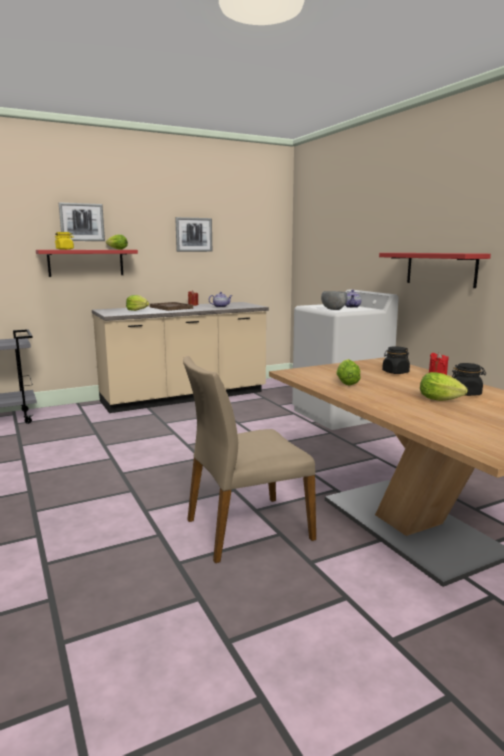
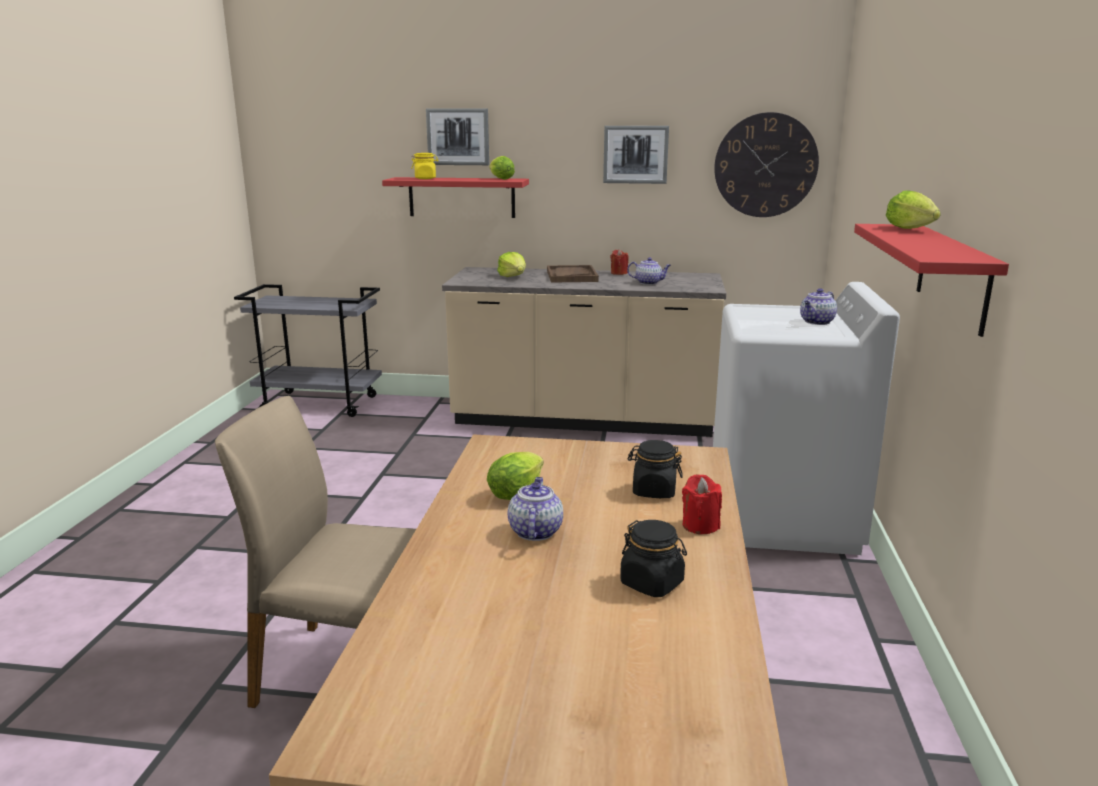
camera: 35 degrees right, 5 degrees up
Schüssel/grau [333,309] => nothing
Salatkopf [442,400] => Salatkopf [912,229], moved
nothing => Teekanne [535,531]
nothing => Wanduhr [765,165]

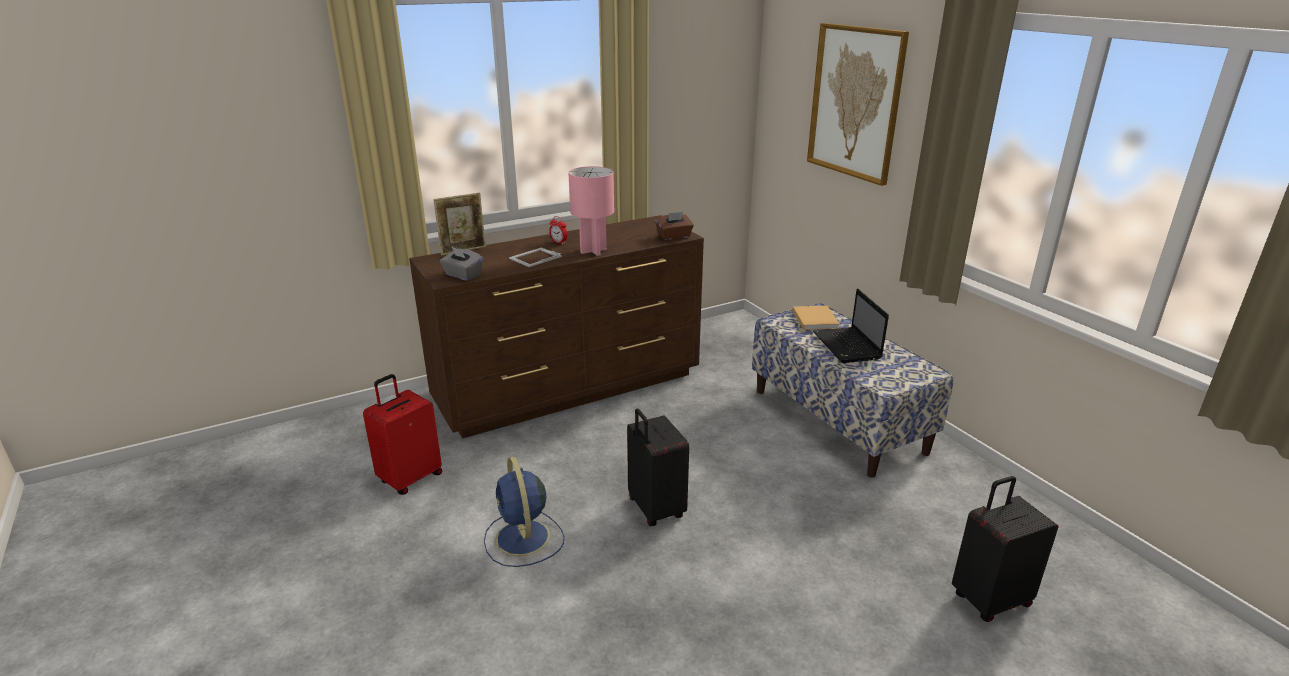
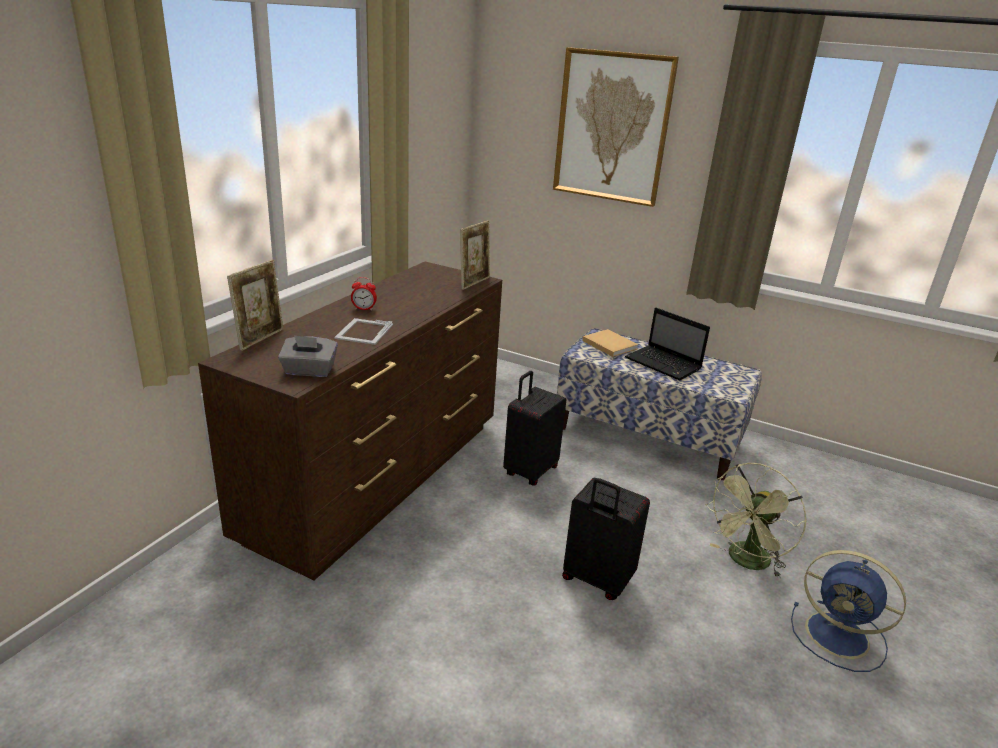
camera: 35 degrees left, 0 degrees up
Koffer/rot [410,478] => nothing
Ventilator/blau [523,539] => Ventilator/blau [840,636], moved
Tischlampe/rosa [593,251] => nothing
Taschentuchbox/braun [674,237] => Bilderrahmen [474,283]
Koffer/schwarz [989,599] => Koffer/schwarz [529,471], moved
nothing => Ventilator/grün [745,562]

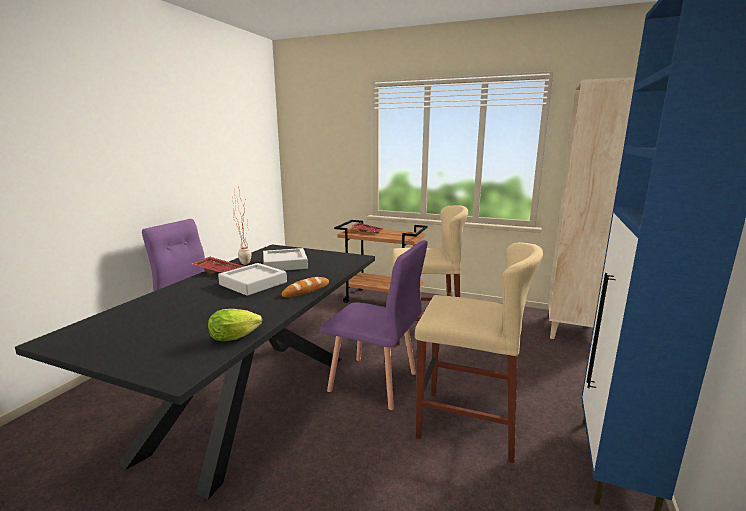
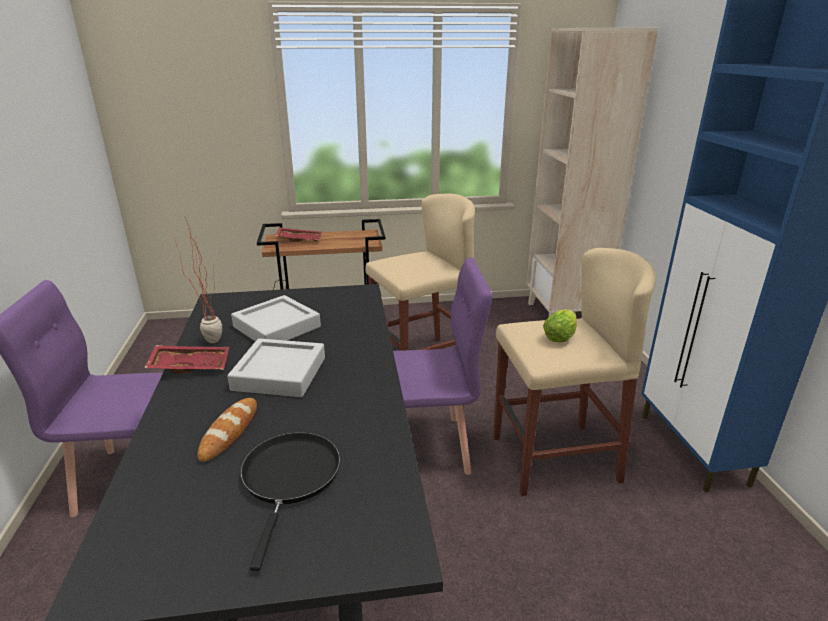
camera: 30 degrees left, 10 degrees up
Salatkopf [237,337] => Salatkopf [561,336], moved
Brot [306,290] => Brot [229,432], moved
nothing => Pfanne/schwarz [290,479]

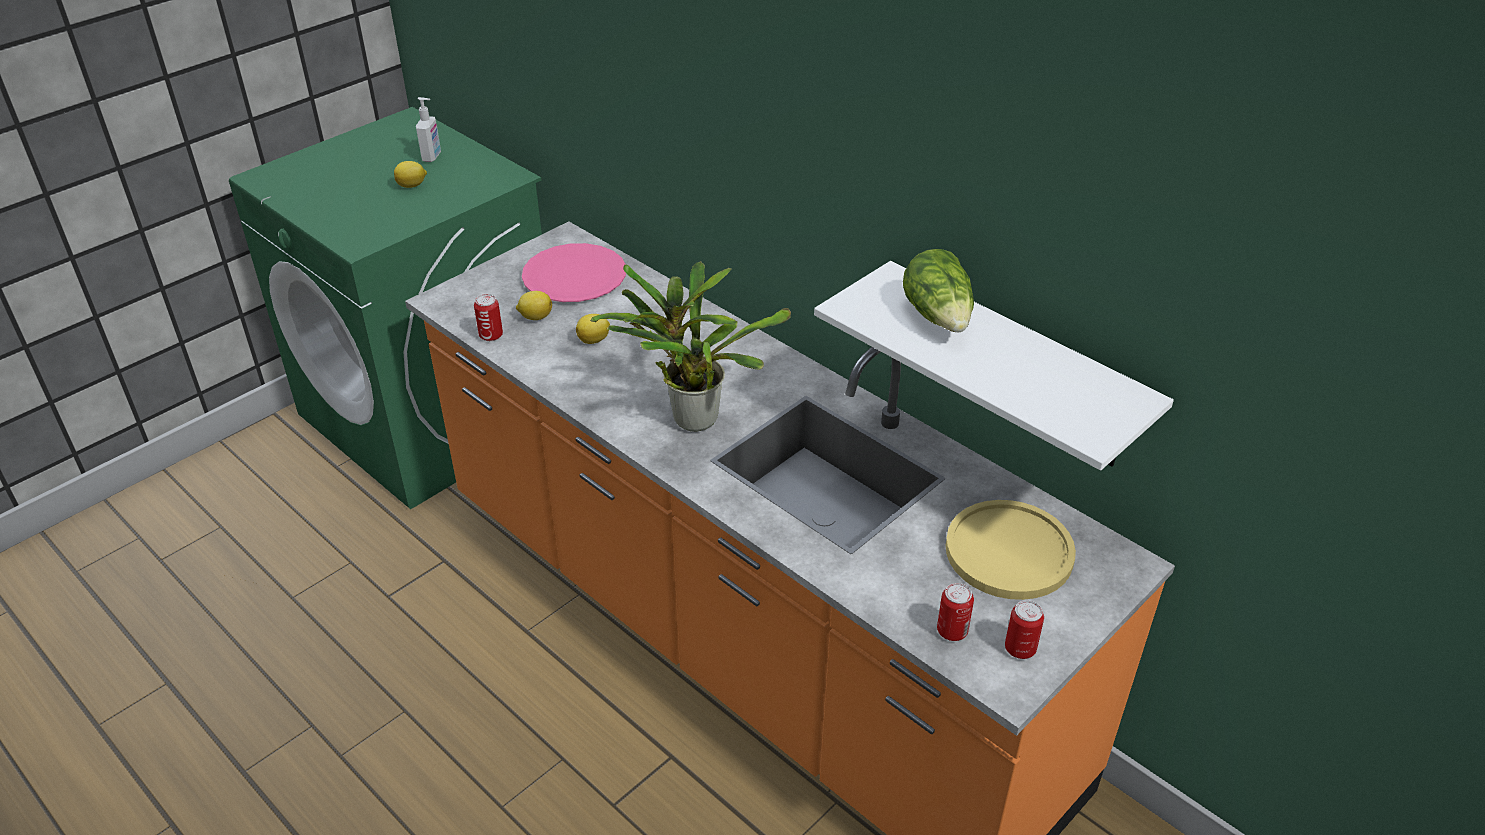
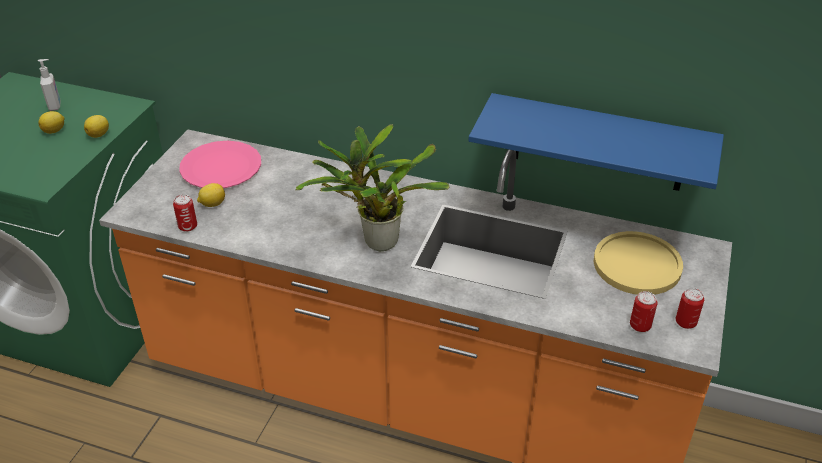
camera: 25 degrees left, 0 degrees up
Zitrone [594,340] => Zitrone [99,134], moved
Wandregal/weiß [1014,367] => Wandregal/blau [598,143]
Salatkopf [939,317] => nothing

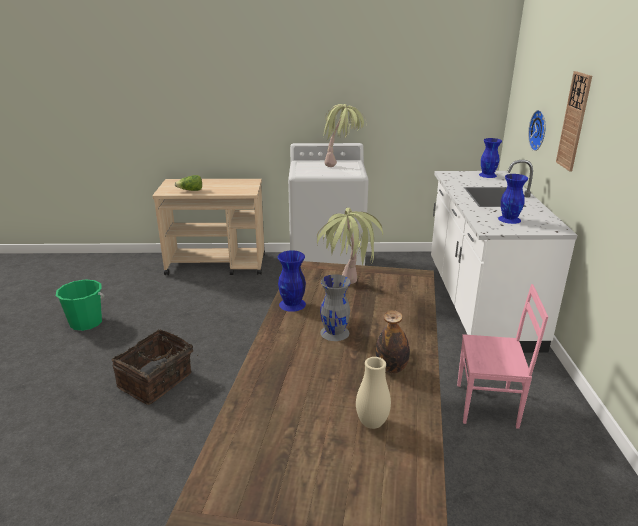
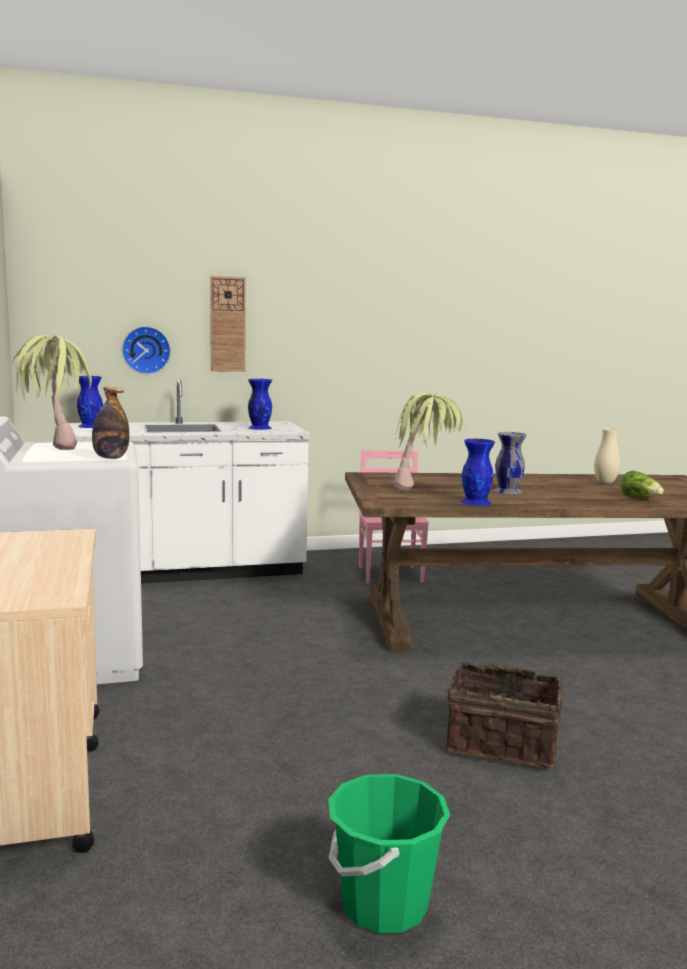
camera: 105 degrees left, 15 degrees down
Salatkopf [190,190] => Salatkopf [640,498], moved
Flasche [391,368] => Flasche [111,458], moved

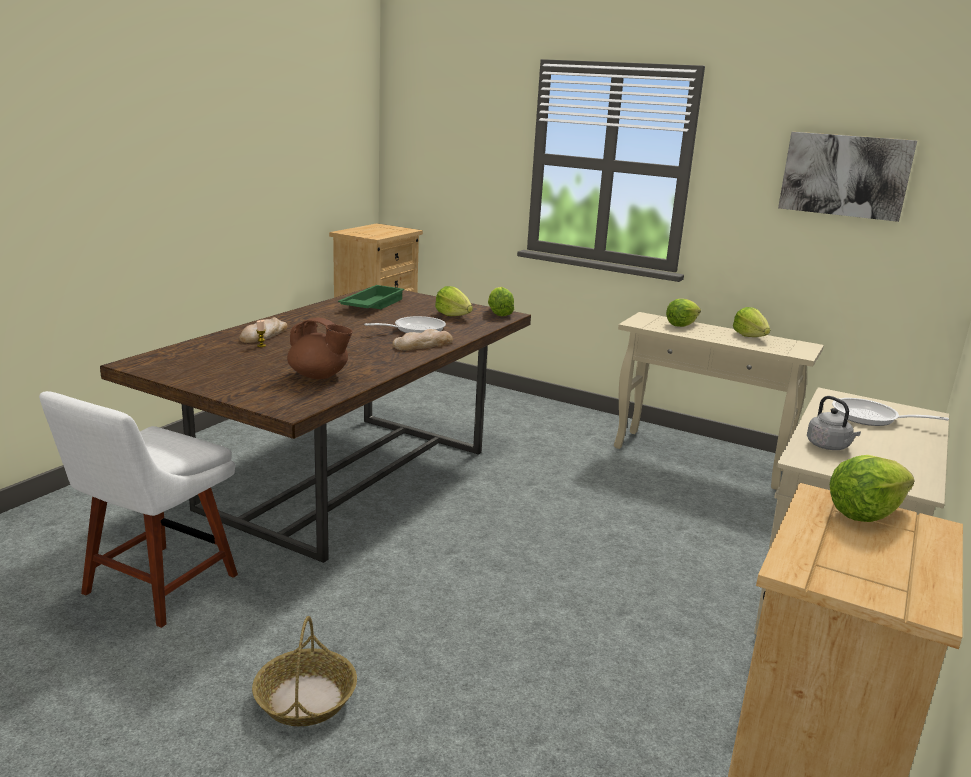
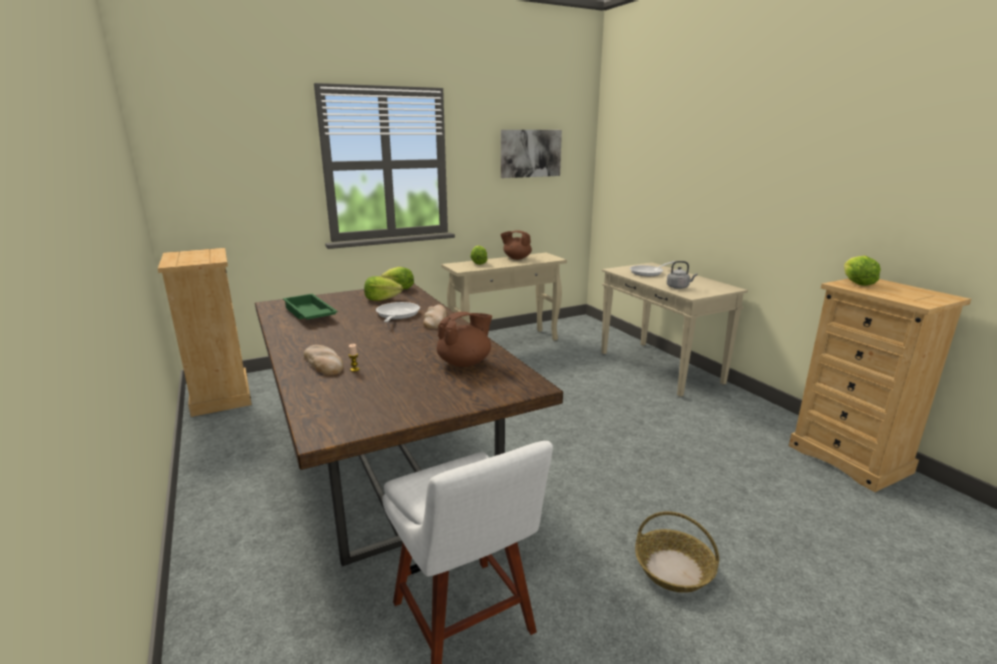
camera: 55 degrees left, 0 degrees up
Salatkopf [750,336] => Teekanne/braun [516,258]

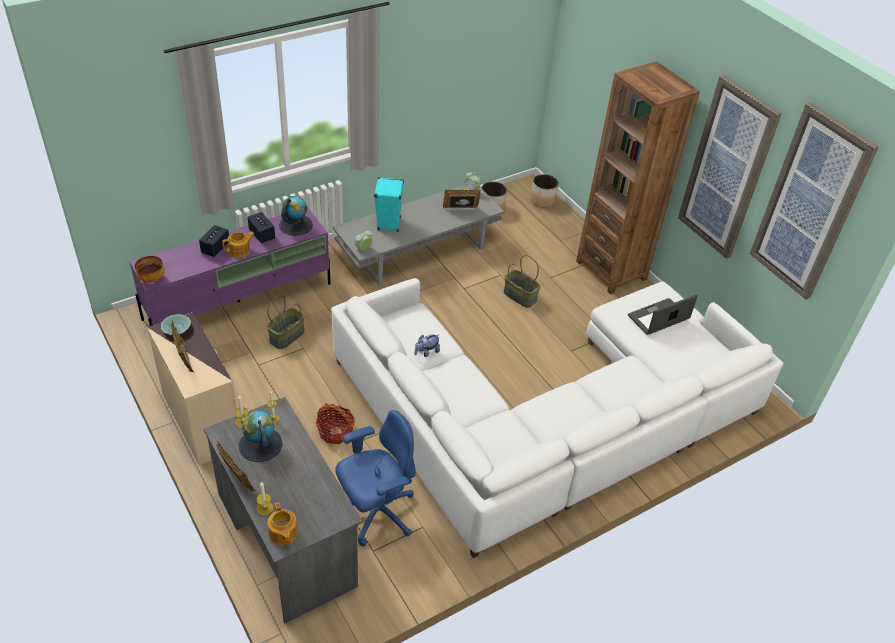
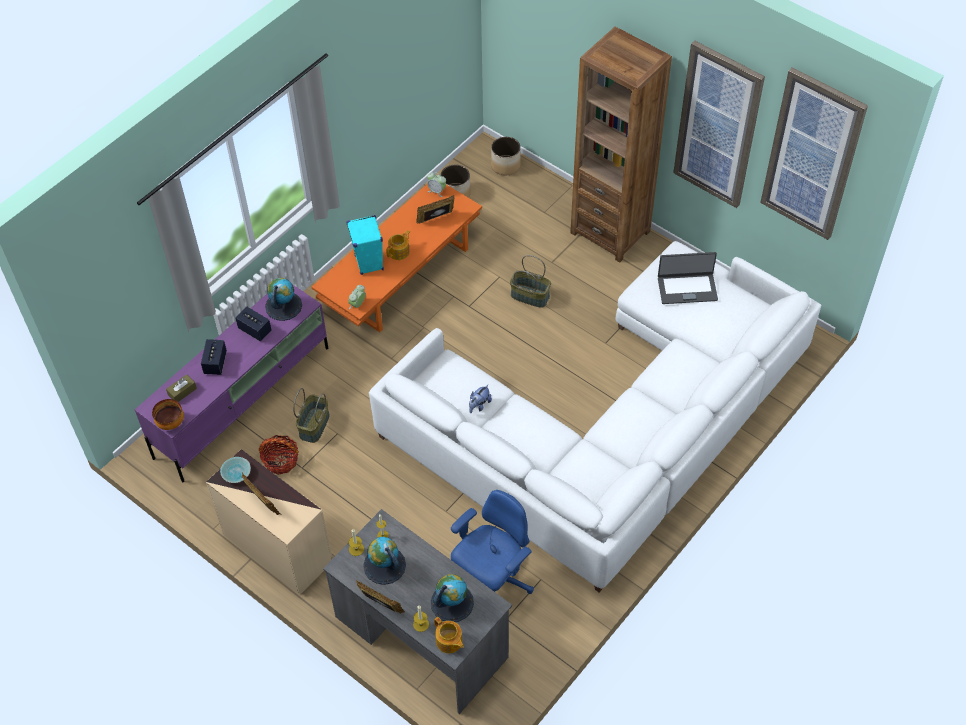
camera: 15 degrees left, 10 degrees up
Teekanne [240,251] => Teekanne [399,252], moved
Korb [335,431] => Korb [280,460], moved
Couchtisch/grau [418,250] => Couchtisch/orange [401,275]
Laptop [659,318] => Laptop [687,288], 135 degrees counterclockwise
nothing => Taschentuchbox/braun [182,392]
nothing => Globus [452,602]

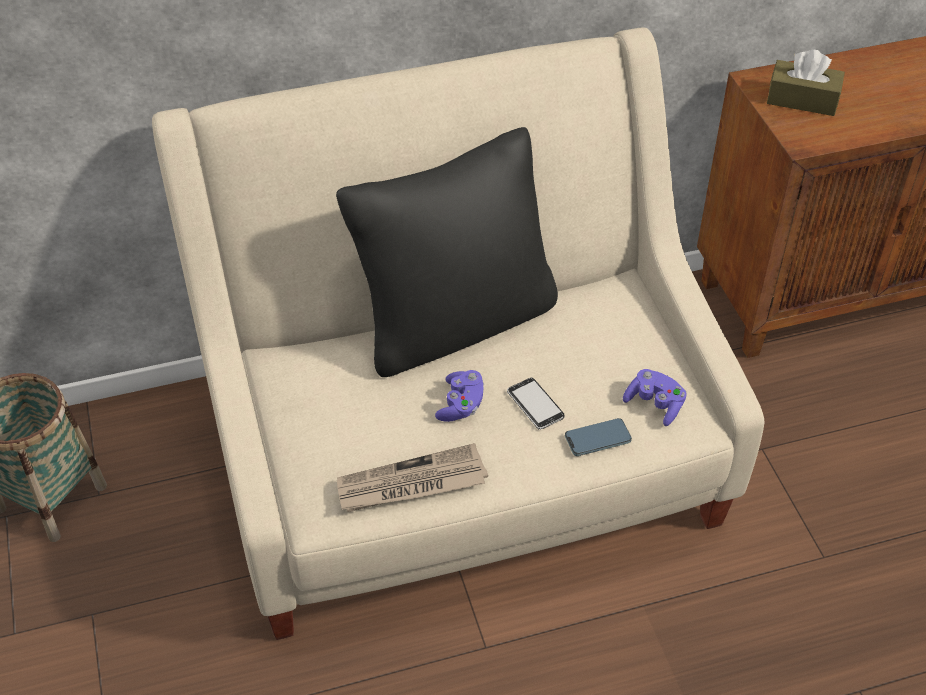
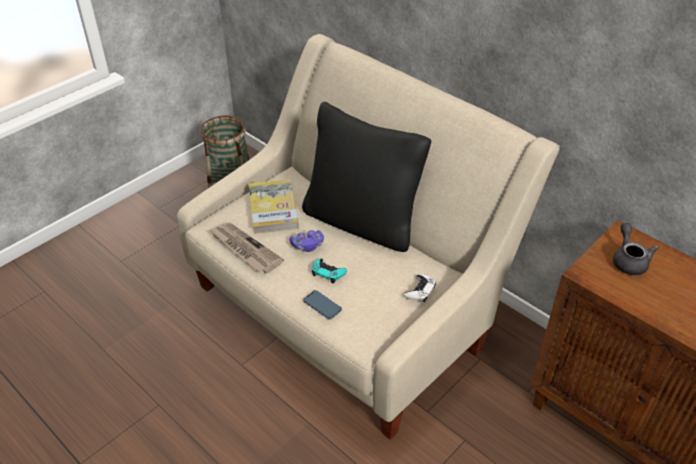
camera: 60 degrees right, 5 degrees down
Handy [535,405] => Gamepad/türkis [328,273]
Gamepad/lila [655,404] => nothing
Taschentuchbox/braun [802,99] => Teekanne/grau [628,260]
nothing => Buch [273,209]
nothing => Gamepad/weiß [420,291]

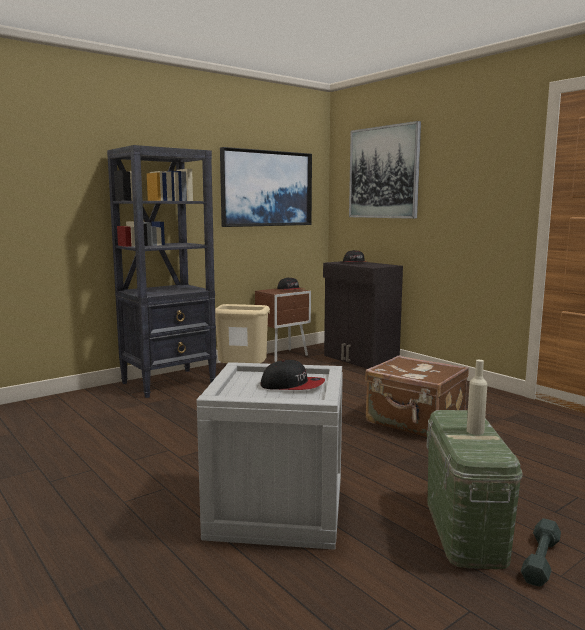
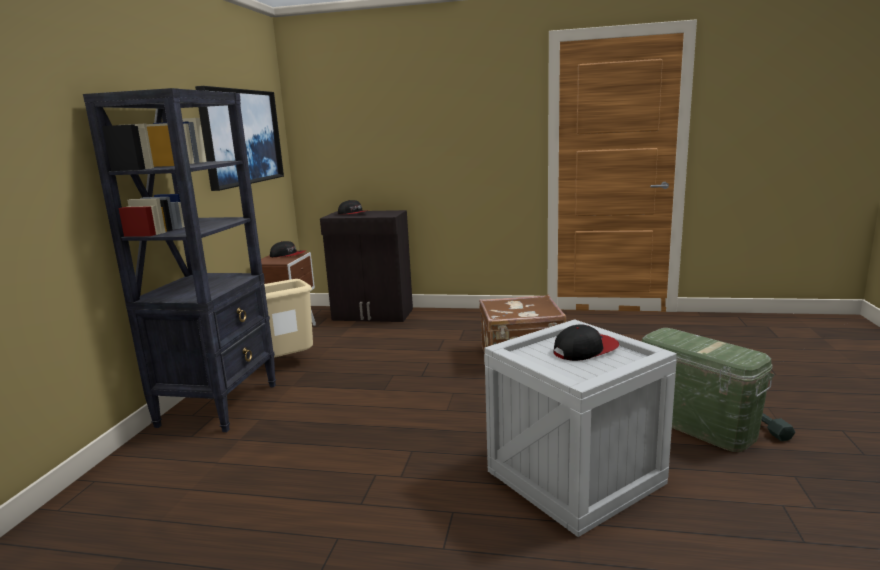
camera: 40 degrees left, 5 degrees up
Bild [383,172] => nothing
Flasche/beige [475,431] => nothing

